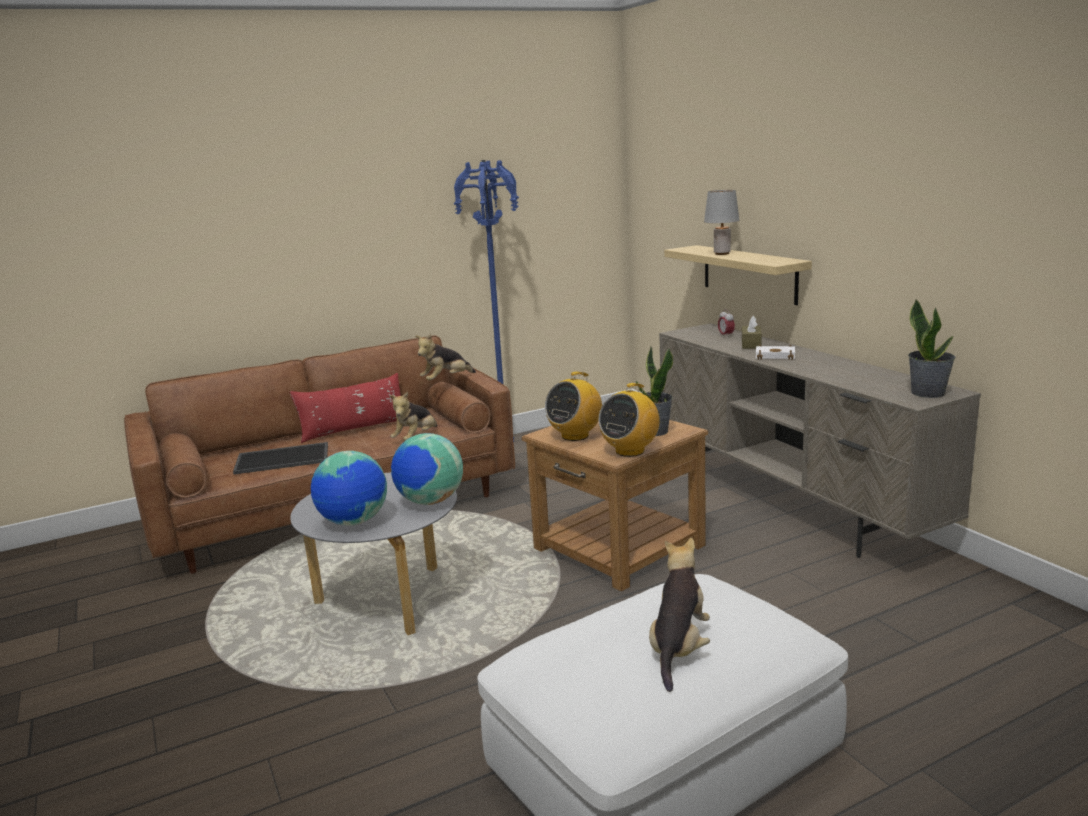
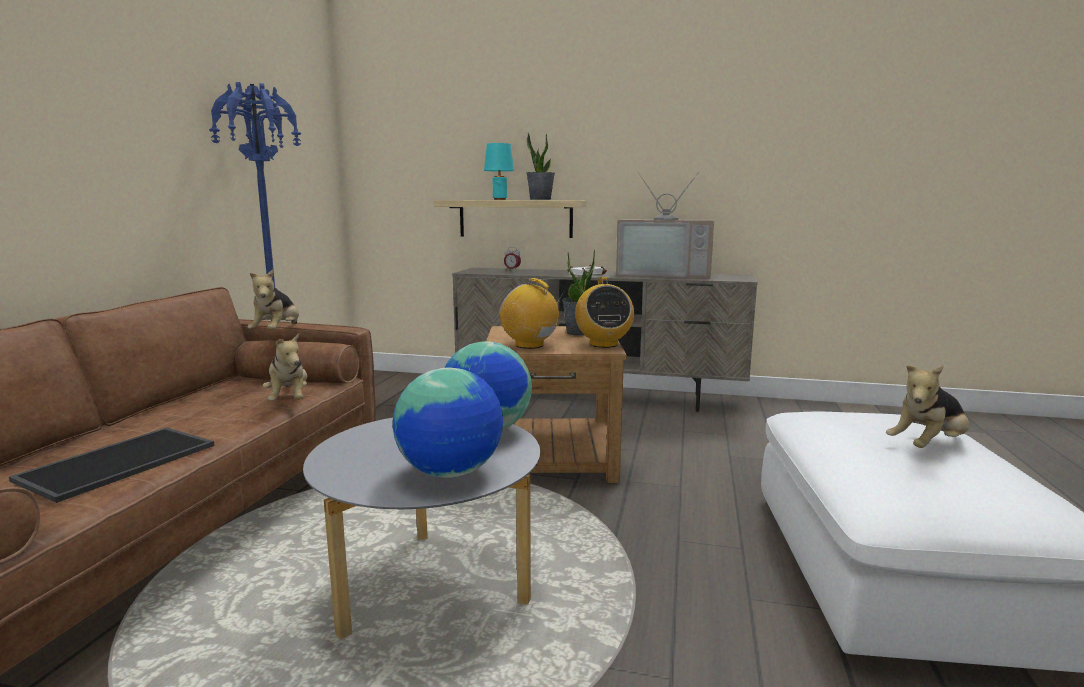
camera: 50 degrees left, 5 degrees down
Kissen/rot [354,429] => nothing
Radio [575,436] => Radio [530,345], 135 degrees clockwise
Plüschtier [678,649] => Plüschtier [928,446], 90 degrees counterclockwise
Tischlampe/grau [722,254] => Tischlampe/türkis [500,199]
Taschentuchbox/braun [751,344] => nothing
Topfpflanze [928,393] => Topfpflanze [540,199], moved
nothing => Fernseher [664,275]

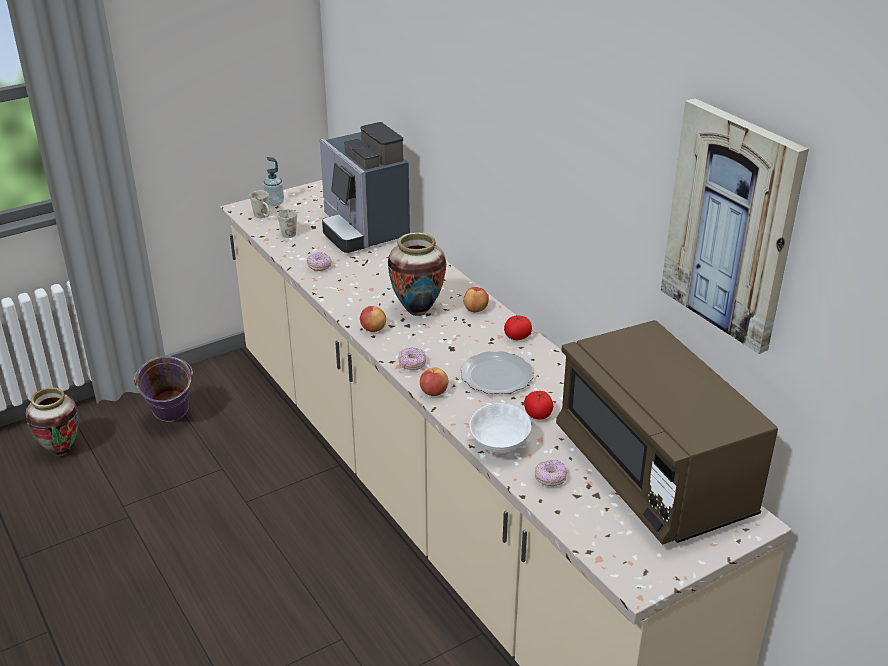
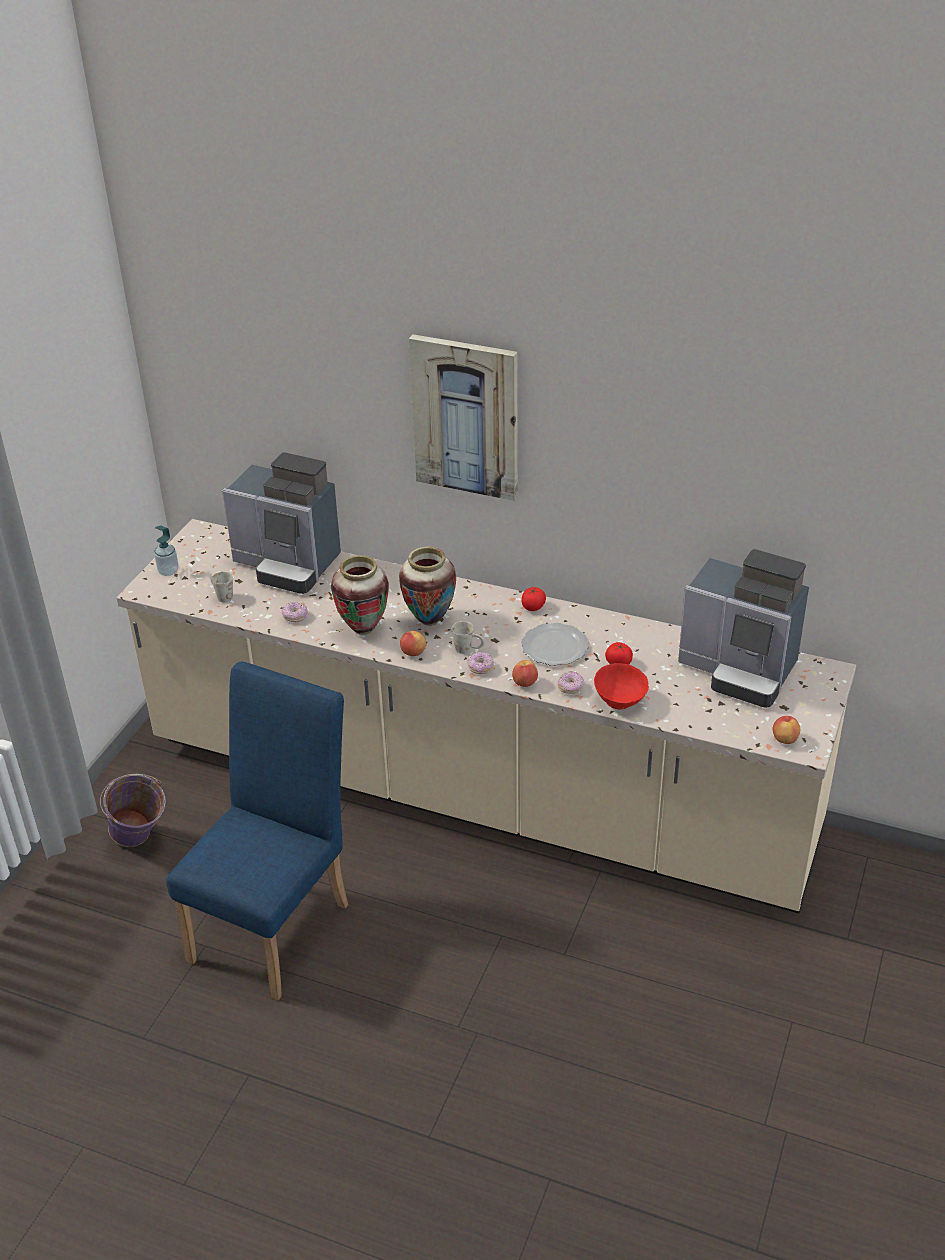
camera: 35 degrees left, 5 degrees up
Vase [61,451] => Vase [363,629], moved
Henkelbecher/weiß [263,216] => Henkelbecher/weiß [468,649], moved
Apfel [475,309] => Apfel [785,739], moved
Schüssel/weiß [498,447] => Schüssel/rot [619,702]
Donut [550,479] => Donut [570,688], moved
Mikrowelle/braun [652,474] => Kaffeemaschine [740,670]
Bild [731,225] => Bild [466,417], moved
nothing => Stuhl/blau [277,923]

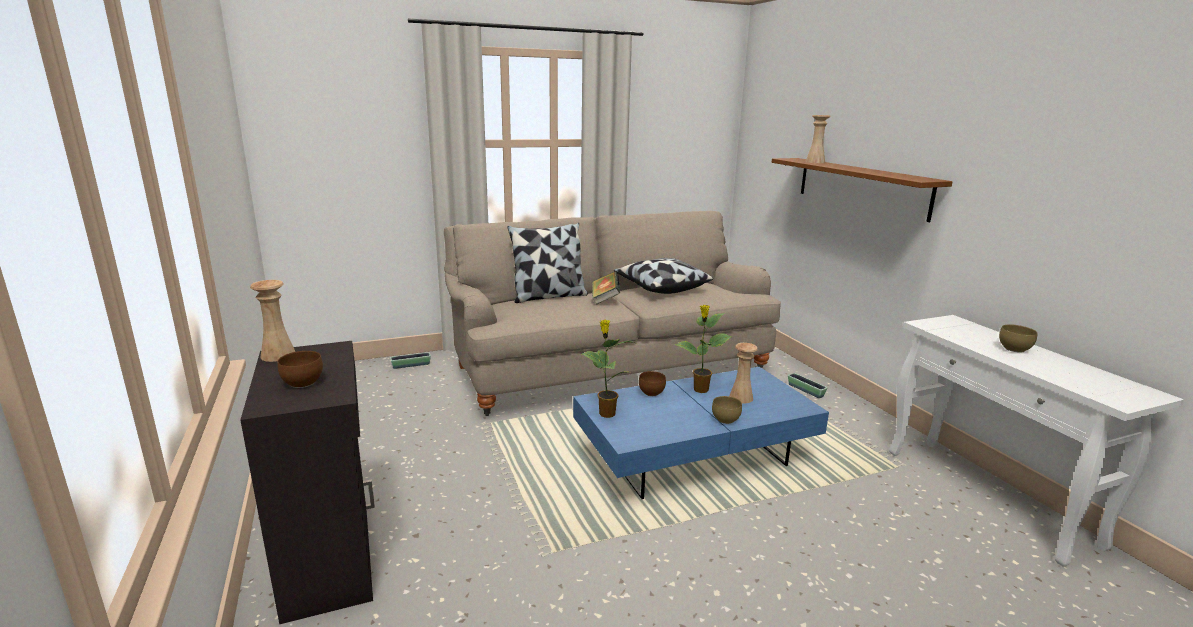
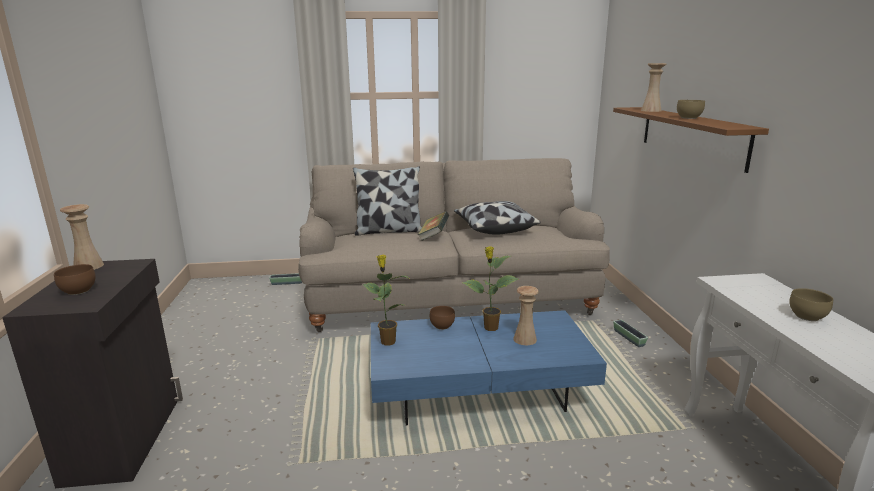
camera: 15 degrees right, 0 degrees up
Schüssel/braun [725,419] => Schüssel/braun [688,118], moved

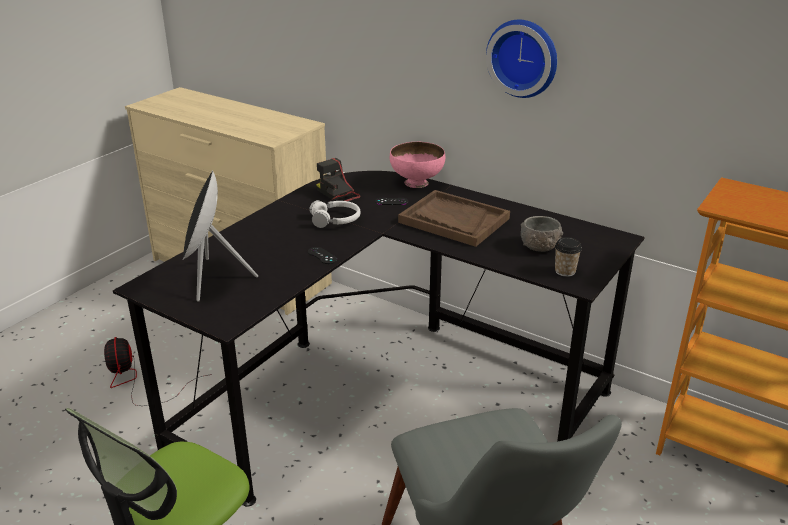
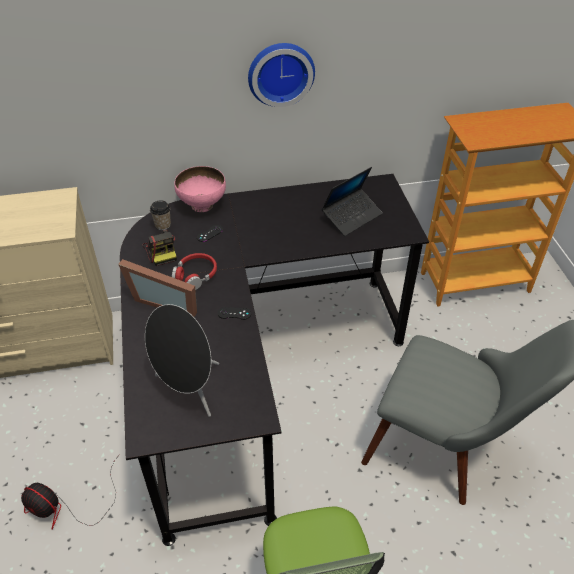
camera: 45 degrees left, 15 degrees up
Kopfhörer/weiß [335,220] => Kopfhörer/rot [196,275]
Kamera [337,195] => Kamera [161,251], 120 degrees counterclockwise
Tablett/braun [453,220] => nothing
Schüssel/grau [539,246] => Laptop [351,216]
Tasse [565,271] => Tasse [163,225], moved
nothing => Bilderrahmen [165,300]

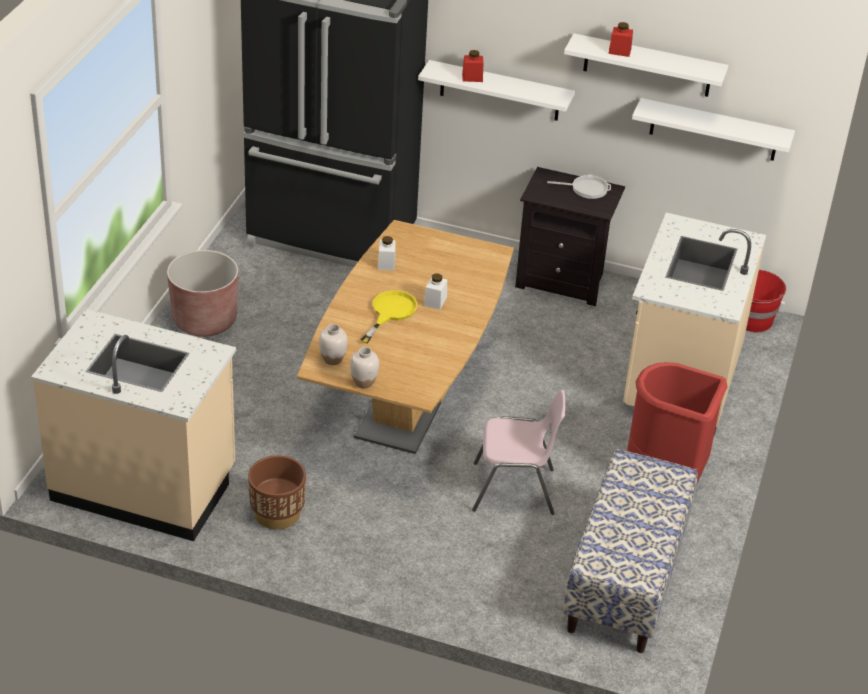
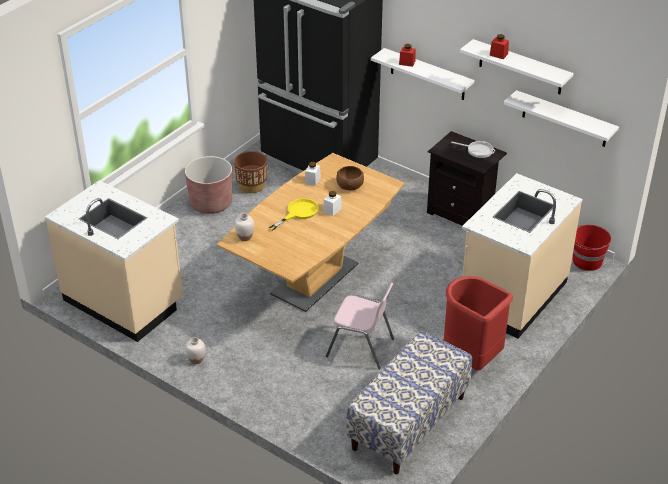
camera: 20 degrees right, 0 degrees up
Pflanzkübel/braun [277,513] => Pflanzkübel/braun [252,185], moved
Vase/weiß [364,383] => Vase/weiß [196,360], moved
nothing => Schüssel/braun [349,186]

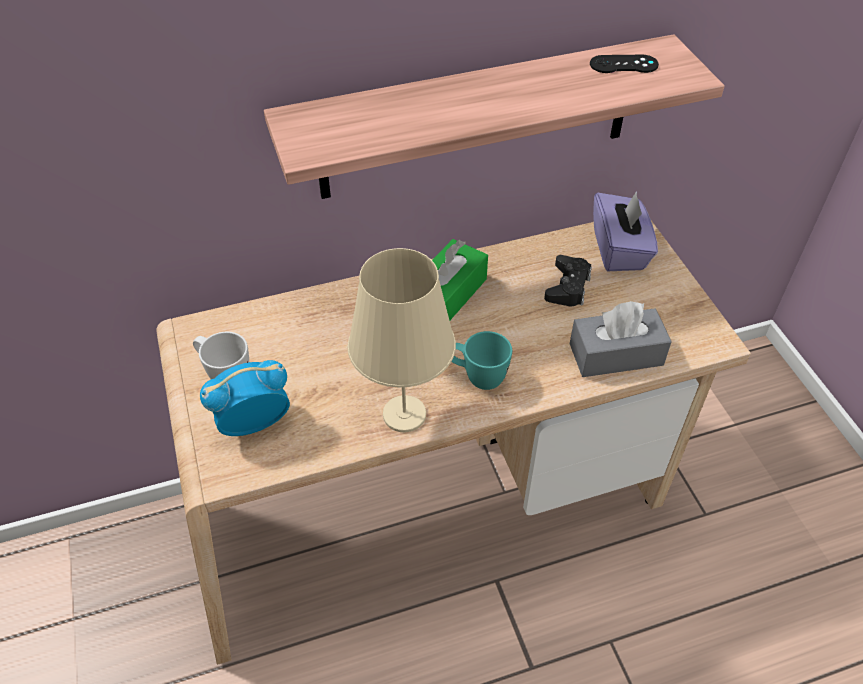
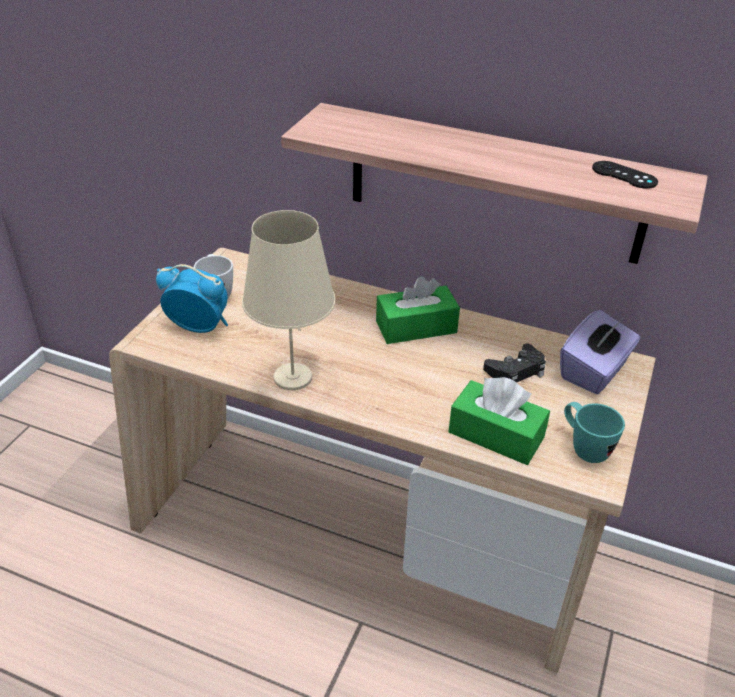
camera: 40 degrees right, 10 degrees down
Henkelbecher/türkis [476,377] => Henkelbecher/türkis [584,448], moved
Taschentuchbox/grau [616,354] => Taschentuchbox/grün [496,435]

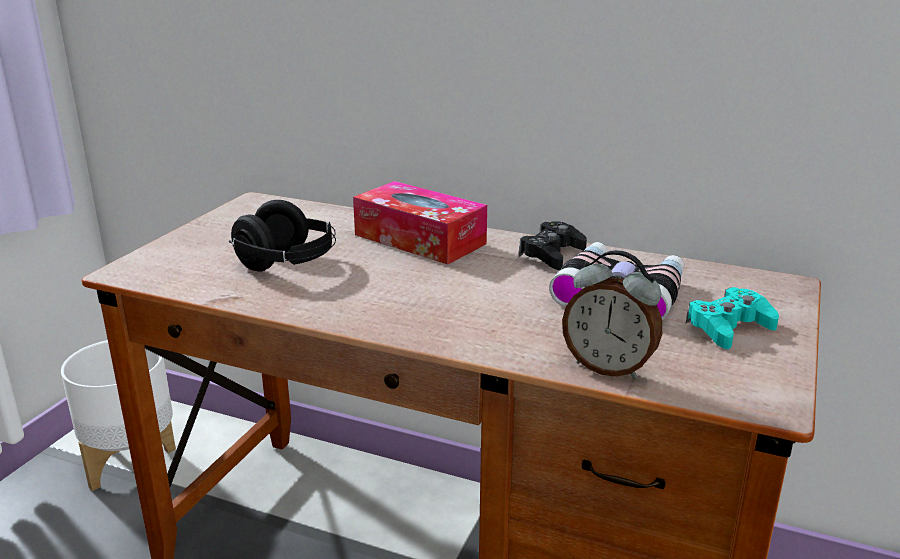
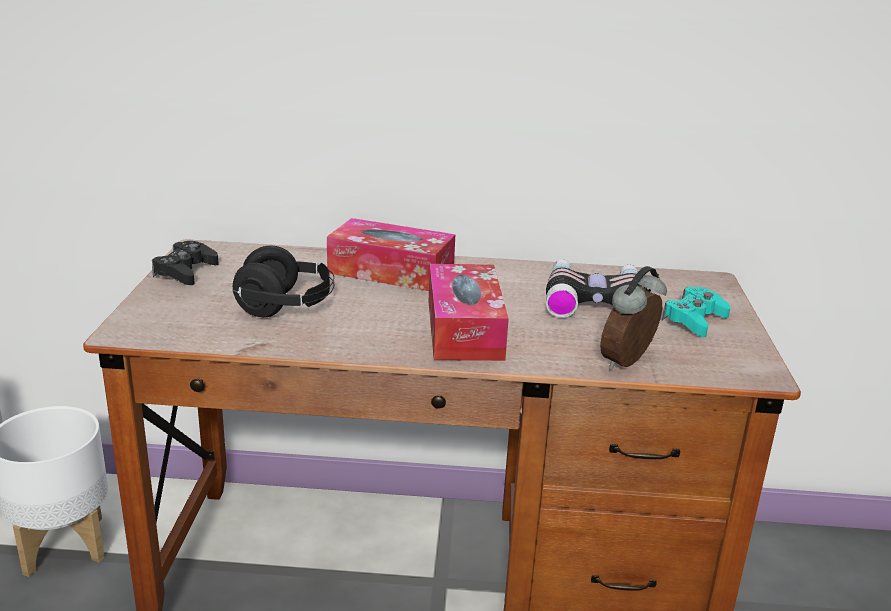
camera: 20 degrees left, 0 degrees up
Gamepad/schwarz [552,254] => Gamepad/schwarz [185,271], moved
Wecker [608,367] => Wecker [629,363], 120 degrees clockwise
nothing => Taschentuchbox [464,329]

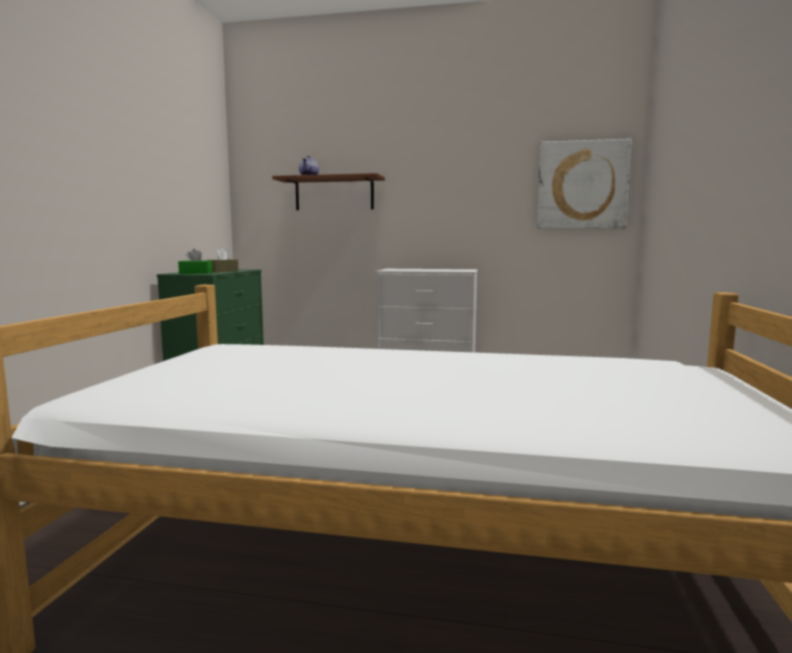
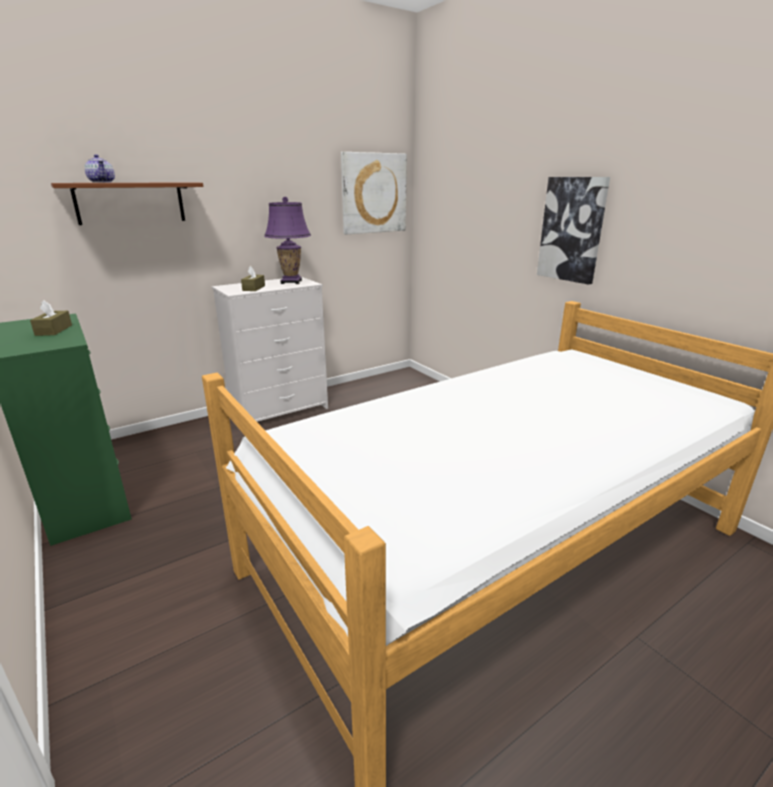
camera: 45 degrees left, 15 degrees up
Taschentuchbox/grün [195,273] => nothing
nothing => Taschentuchbox/braun [254,288]
nothing => Tischlampe/lila [291,282]
nothing => Bild [572,229]

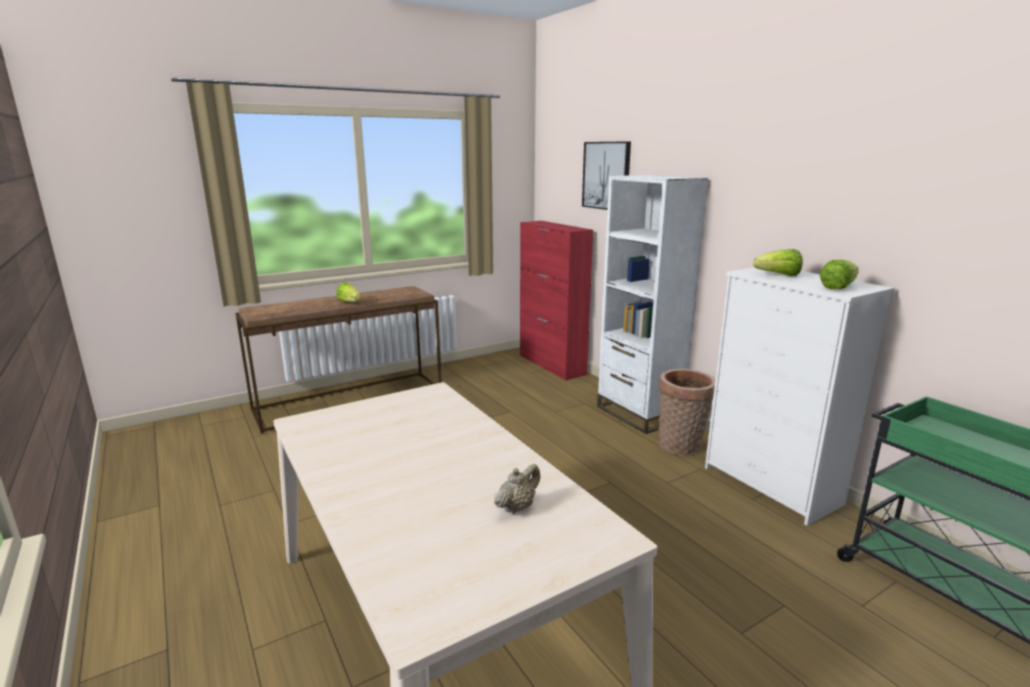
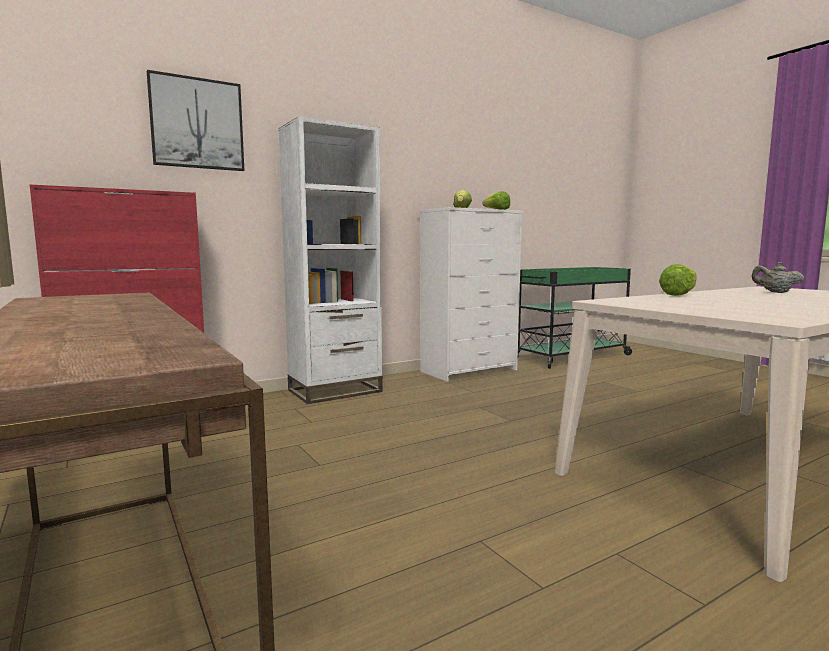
camera: 90 degrees left, 10 degrees down
Salatkopf [350,302] => Salatkopf [679,294], moved
Korb [681,446] => nothing

